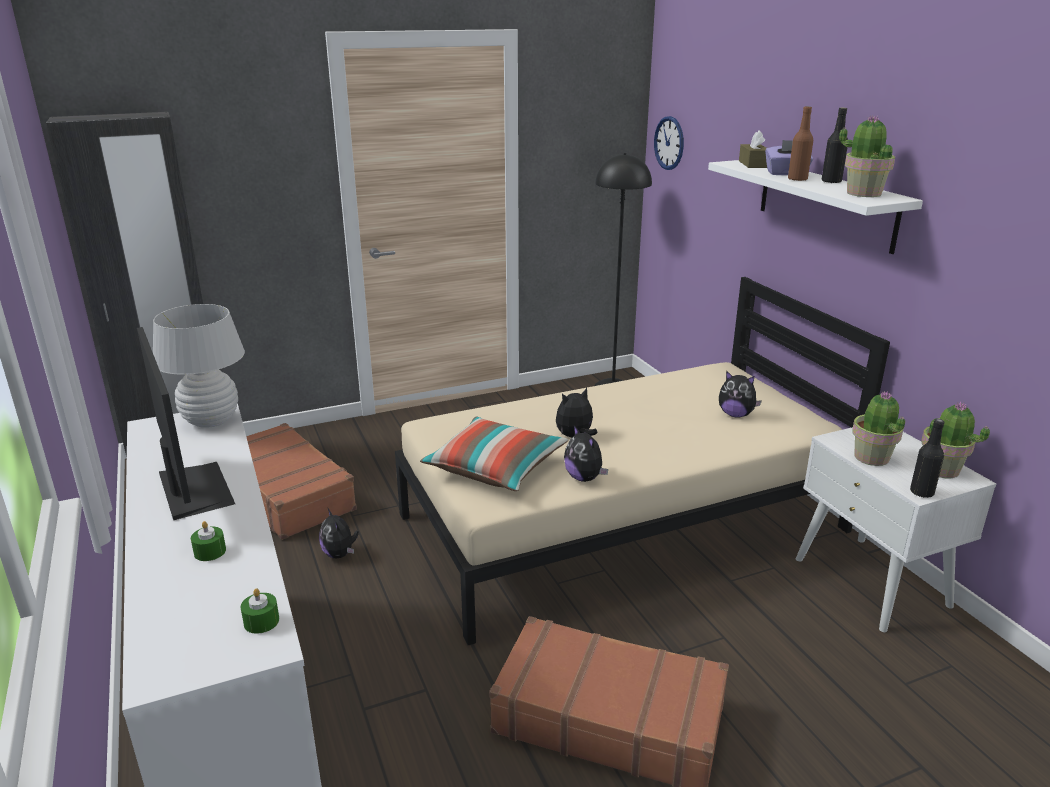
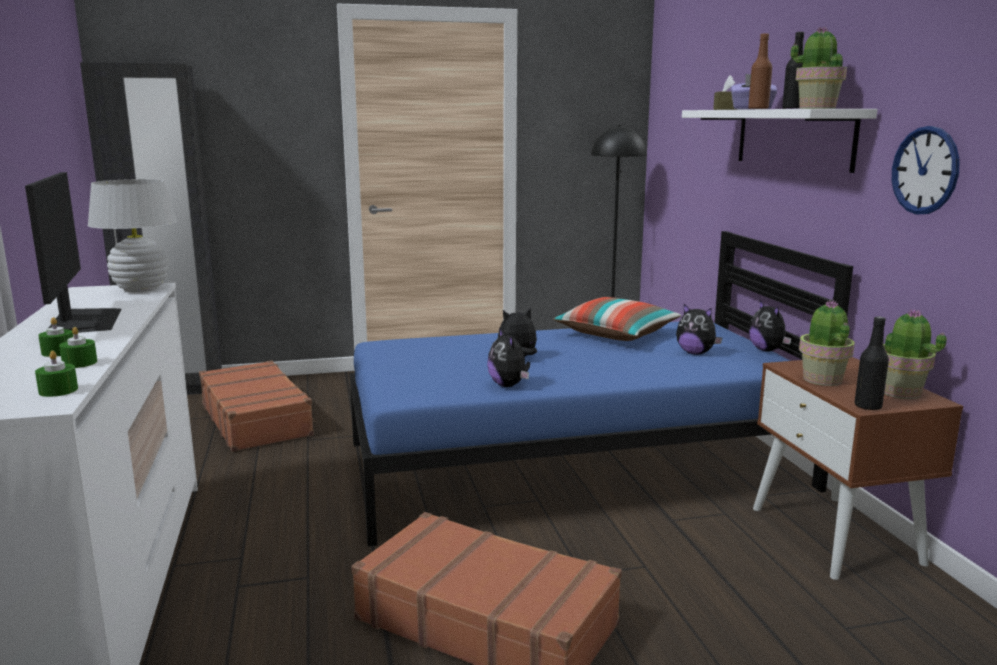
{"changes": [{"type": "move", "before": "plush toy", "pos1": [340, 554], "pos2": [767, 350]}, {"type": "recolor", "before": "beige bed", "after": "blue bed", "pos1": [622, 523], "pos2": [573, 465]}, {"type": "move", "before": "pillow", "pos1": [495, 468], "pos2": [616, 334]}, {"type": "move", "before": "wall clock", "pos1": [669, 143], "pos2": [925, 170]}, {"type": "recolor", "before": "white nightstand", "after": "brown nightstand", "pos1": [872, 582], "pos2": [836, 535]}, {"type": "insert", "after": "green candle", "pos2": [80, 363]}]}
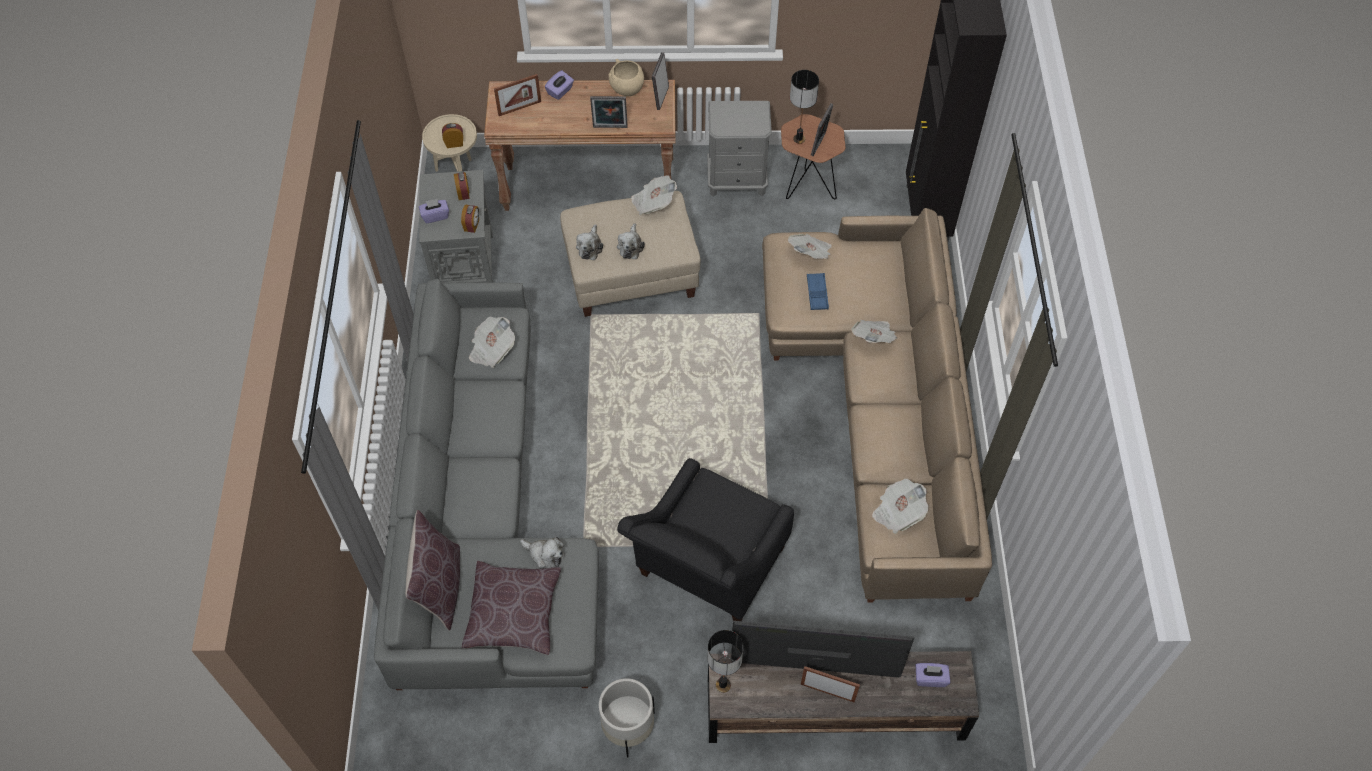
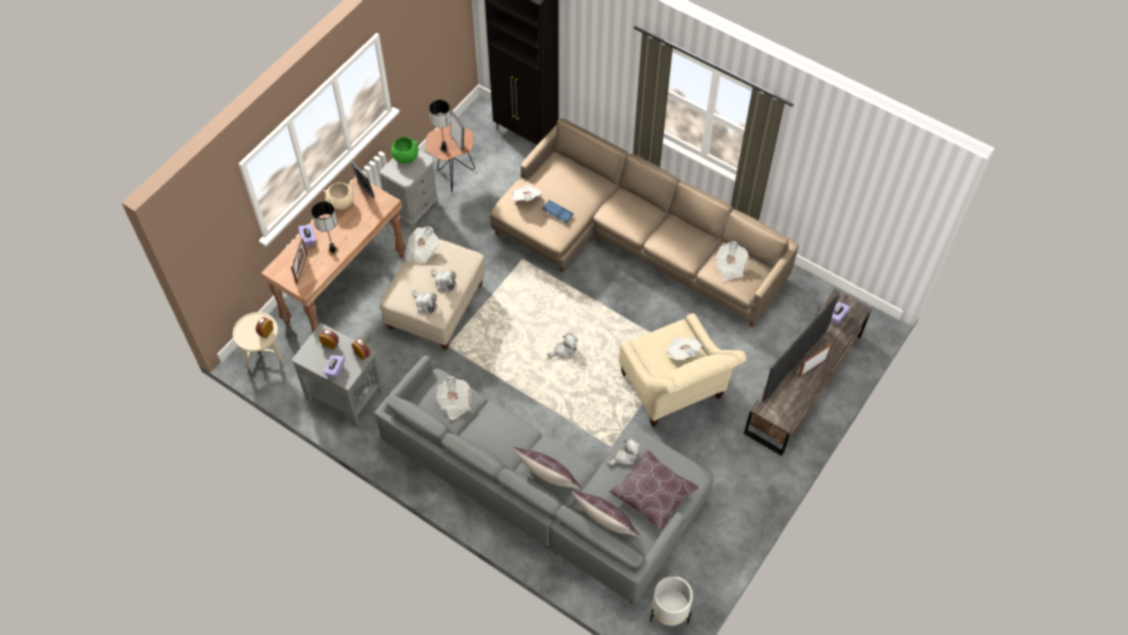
{"changes": [{"type": "delete", "before": "picture frame", "pos1": [610, 128]}, {"type": "move", "before": "white planter", "pos1": [628, 727], "pos2": [669, 612]}, {"type": "recolor", "before": "black armchair", "after": "beige armchair", "pos1": [707, 570], "pos2": [674, 391]}, {"type": "move", "before": "table lamp", "pos1": [723, 685], "pos2": [333, 250]}, {"type": "move", "before": "newspaper", "pos1": [873, 338], "pos2": [682, 352]}, {"type": "insert", "after": "green bowl", "pos2": [406, 158]}, {"type": "insert", "after": "brown pillow", "pos2": [547, 480]}, {"type": "insert", "after": "plush toy", "pos2": [564, 350]}]}
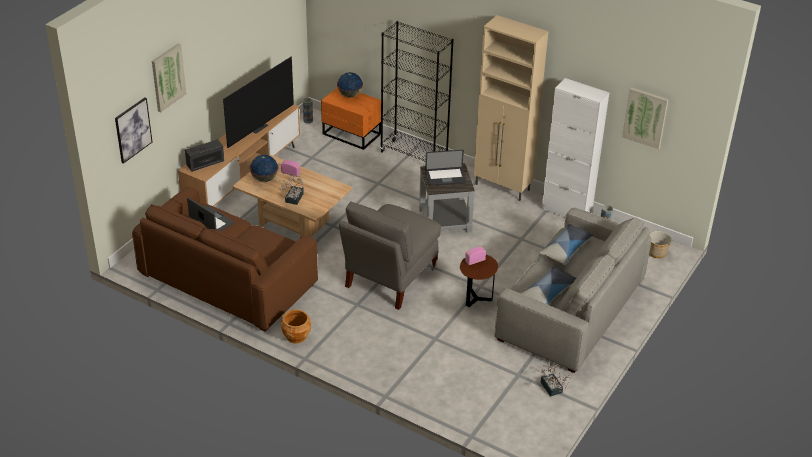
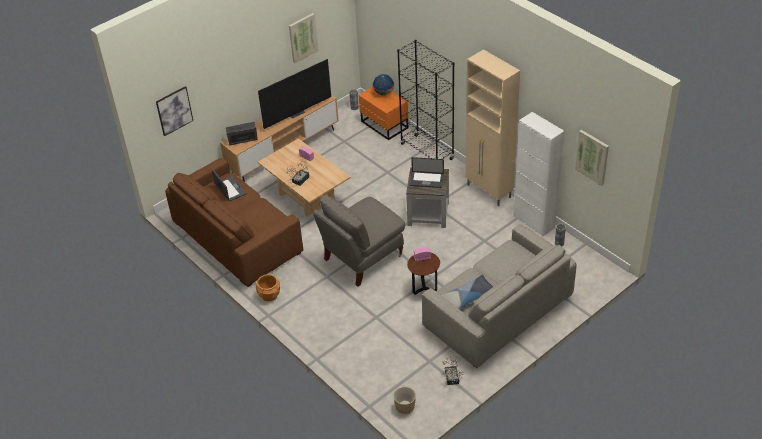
{"changes": [{"type": "move", "before": "picture", "pos1": [168, 77], "pos2": [302, 37]}, {"type": "delete", "before": "globe", "pos1": [264, 179]}, {"type": "delete", "before": "pillow", "pos1": [566, 249]}, {"type": "move", "before": "planter", "pos1": [657, 252], "pos2": [405, 406]}]}
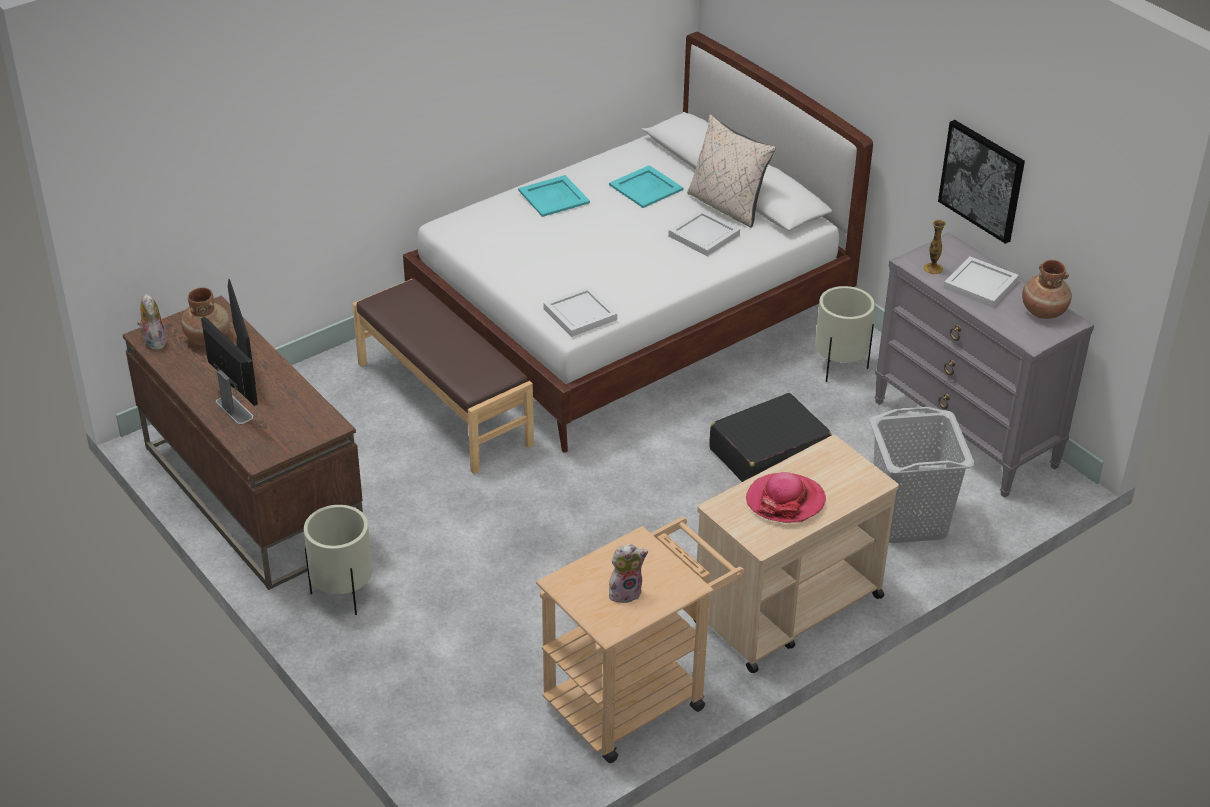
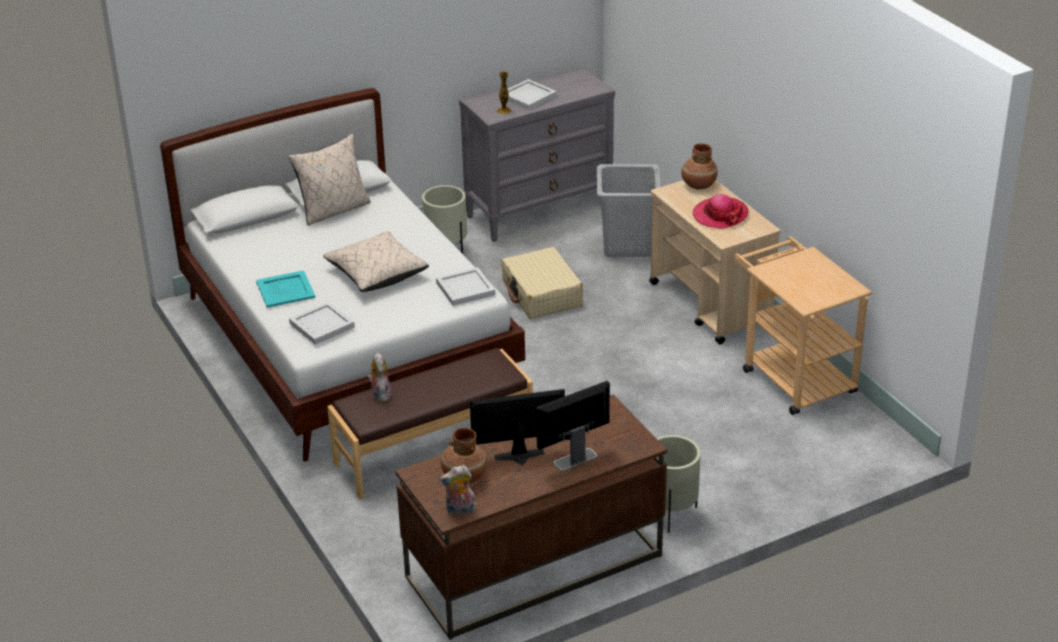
{"changes": [{"type": "delete", "before": "turquoise tray", "pos1": [646, 187]}, {"type": "move", "before": "plush toy", "pos1": [625, 592], "pos2": [380, 393]}, {"type": "move", "before": "white tray", "pos1": [702, 235], "pos2": [321, 326]}, {"type": "recolor", "before": "black suitcase", "after": "beige suitcase", "pos1": [768, 454], "pos2": [542, 294]}, {"type": "delete", "before": "picture", "pos1": [982, 180]}, {"type": "move", "before": "brown vase", "pos1": [1043, 311], "pos2": [698, 185]}, {"type": "insert", "after": "beige pillow", "pos2": [376, 274]}]}
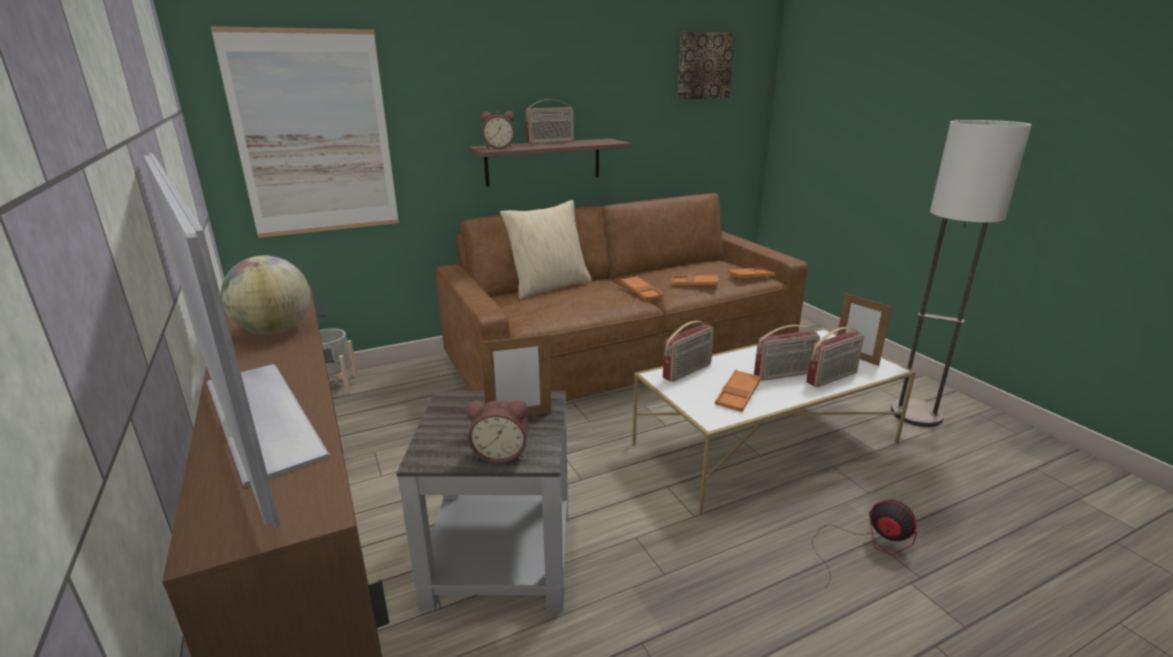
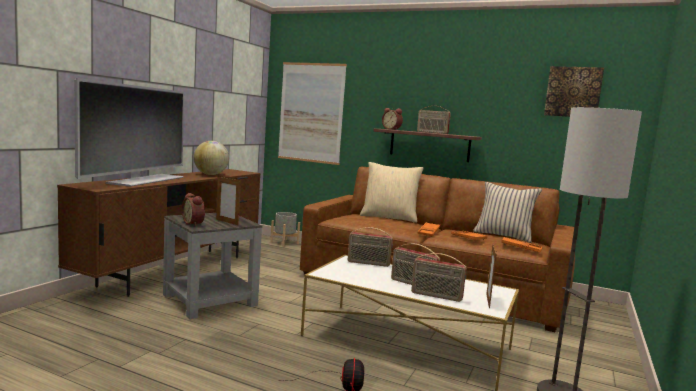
{"changes": [{"type": "delete", "before": "orange tray", "pos1": [738, 395]}, {"type": "insert", "after": "beige pillow", "pos2": [503, 236]}]}
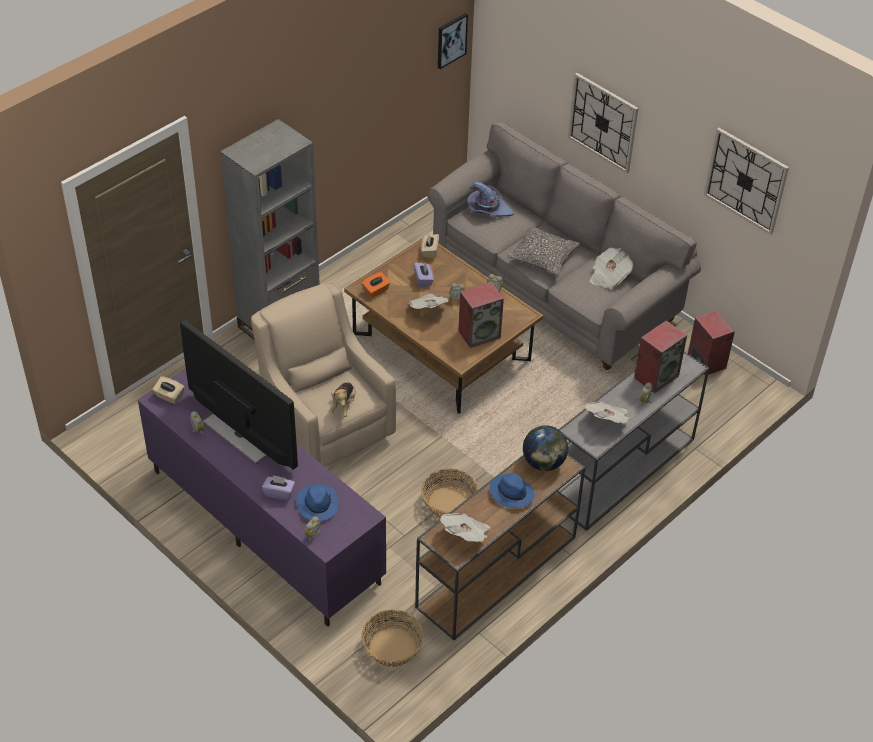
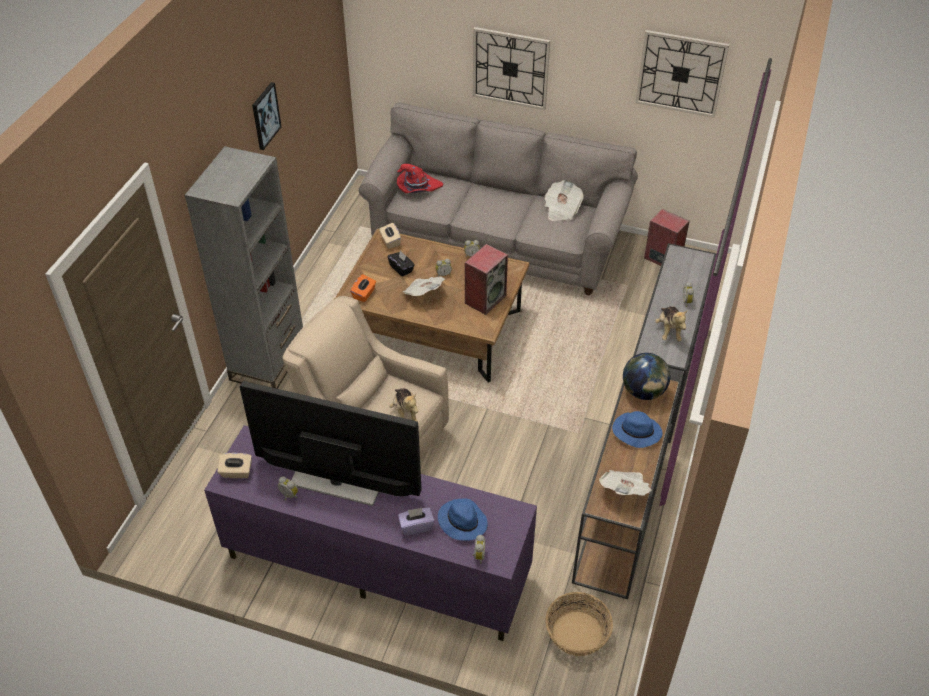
{"changes": [{"type": "recolor", "before": "purple tissue box", "after": "black tissue box", "pos1": [423, 280], "pos2": [401, 269]}, {"type": "delete", "before": "basket", "pos1": [449, 503]}, {"type": "move", "before": "picture", "pos1": [451, 40], "pos2": [265, 115]}, {"type": "recolor", "before": "purple hat", "after": "red hat", "pos1": [488, 209], "pos2": [417, 187]}, {"type": "delete", "before": "pillow", "pos1": [543, 257]}, {"type": "replace", "before": "newspaper", "after": "plush toy", "pos1": [607, 420], "pos2": [669, 330]}, {"type": "delete", "before": "speaker", "pos1": [656, 376]}]}
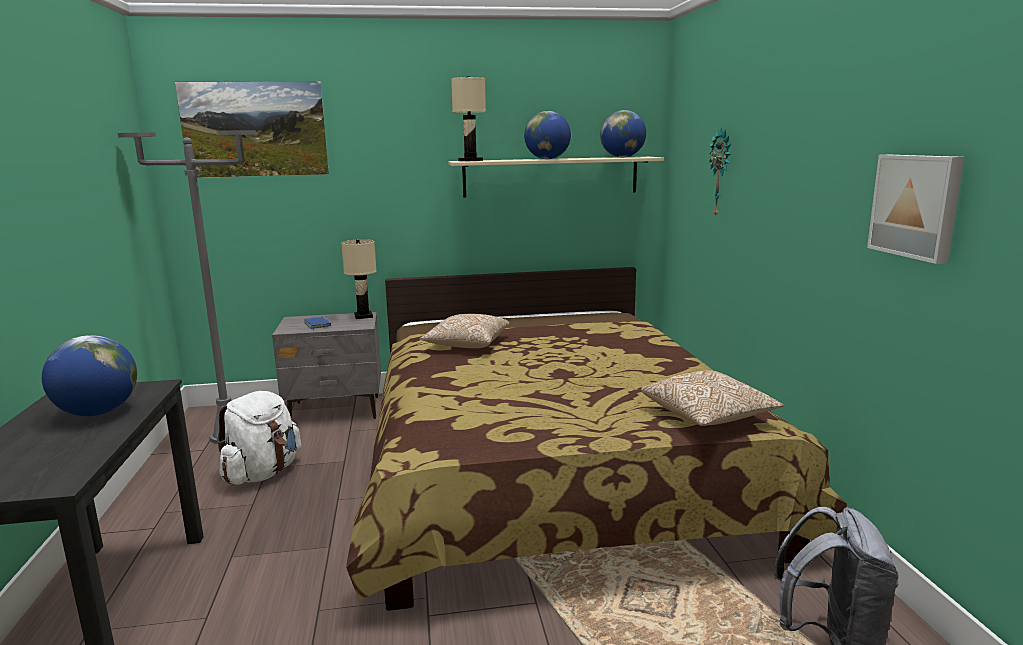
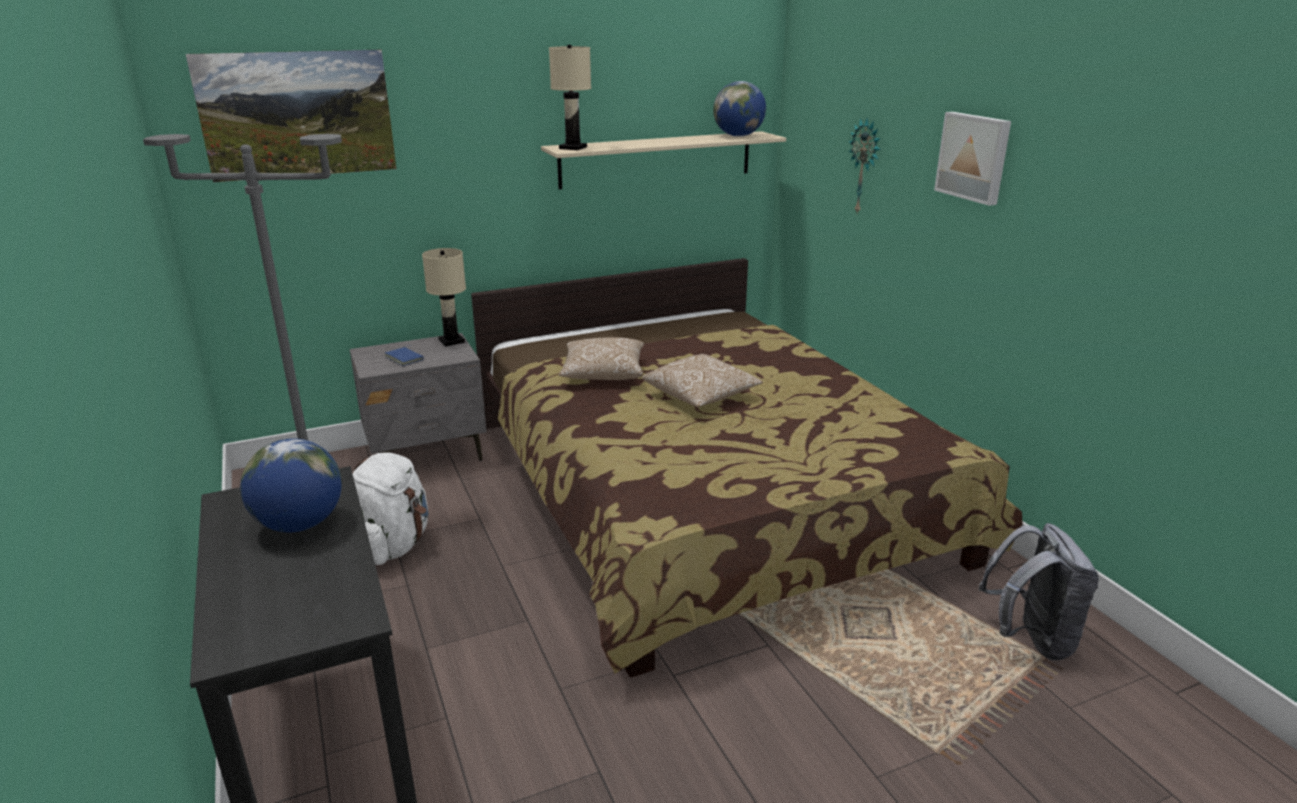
{"changes": [{"type": "delete", "before": "globe", "pos1": [547, 159]}, {"type": "move", "before": "pillow", "pos1": [707, 416], "pos2": [701, 396]}, {"type": "move", "before": "picture", "pos1": [917, 206], "pos2": [974, 157]}]}
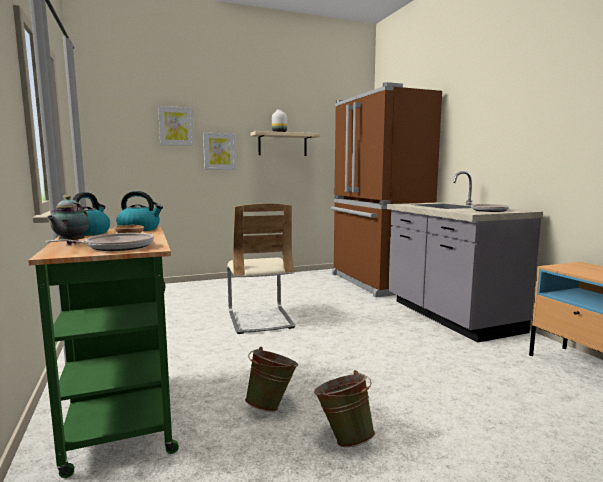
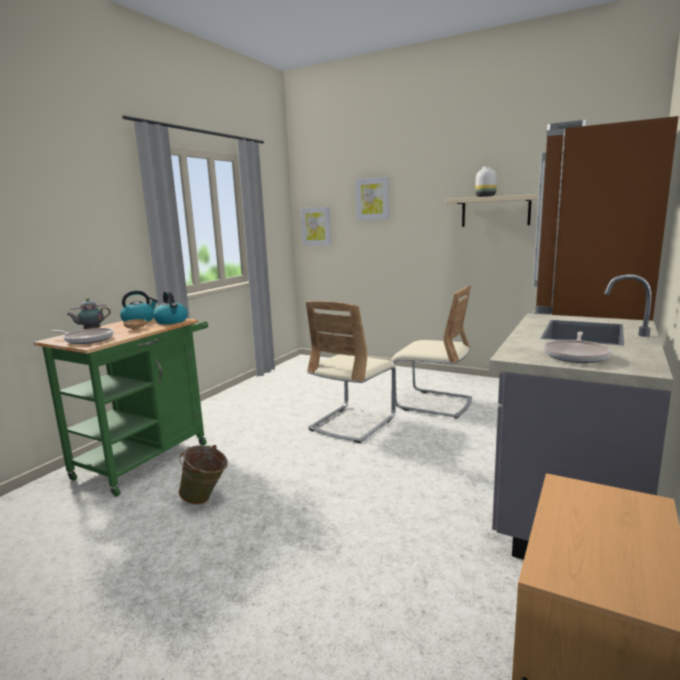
{"changes": [{"type": "move", "before": "picture", "pos1": [219, 151], "pos2": [316, 226]}, {"type": "delete", "before": "green bucket", "pos1": [344, 438]}, {"type": "insert", "after": "beige chair", "pos2": [433, 403]}]}
